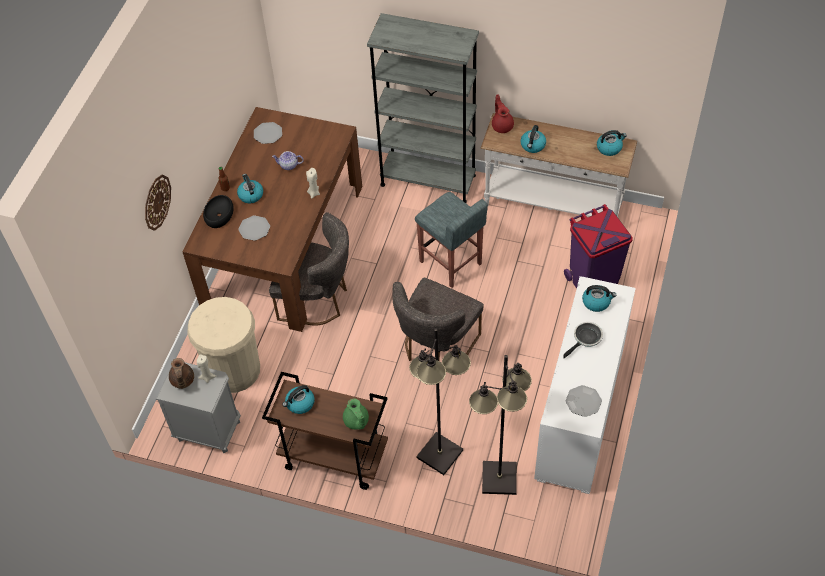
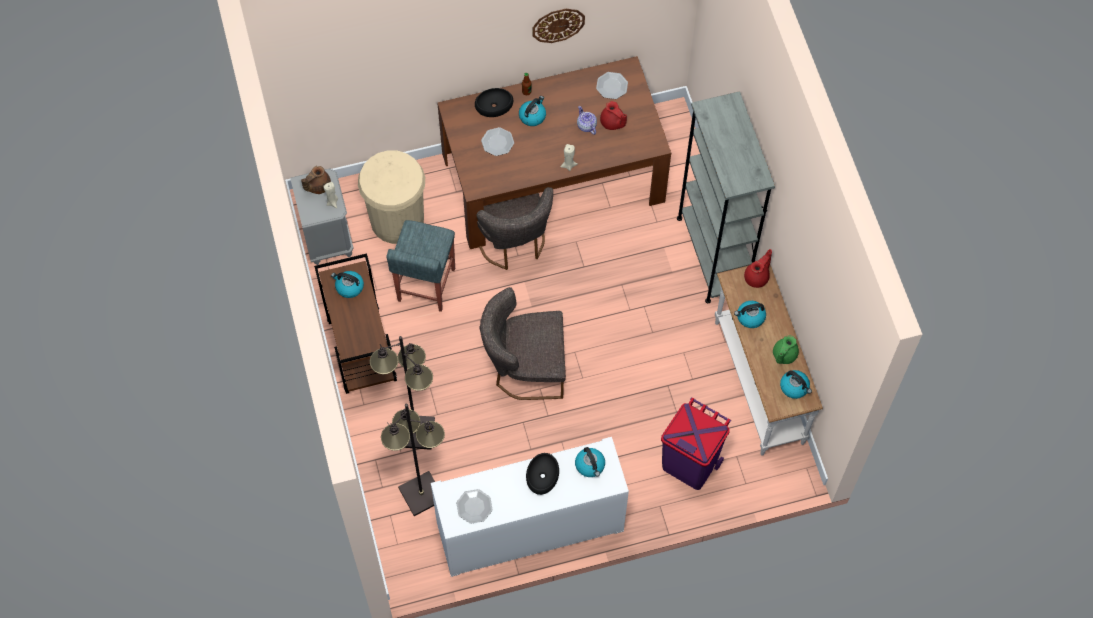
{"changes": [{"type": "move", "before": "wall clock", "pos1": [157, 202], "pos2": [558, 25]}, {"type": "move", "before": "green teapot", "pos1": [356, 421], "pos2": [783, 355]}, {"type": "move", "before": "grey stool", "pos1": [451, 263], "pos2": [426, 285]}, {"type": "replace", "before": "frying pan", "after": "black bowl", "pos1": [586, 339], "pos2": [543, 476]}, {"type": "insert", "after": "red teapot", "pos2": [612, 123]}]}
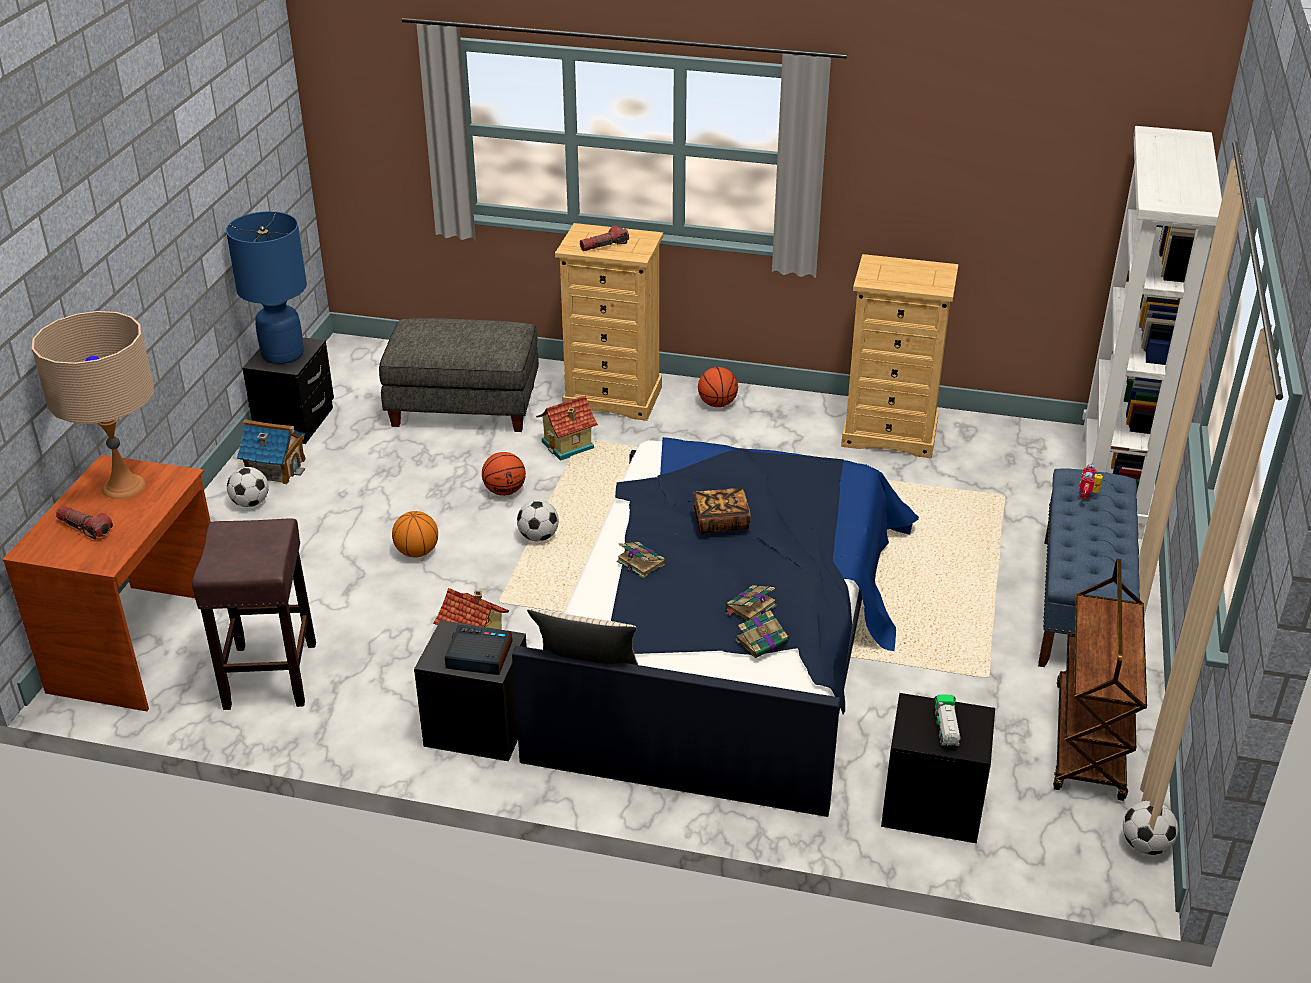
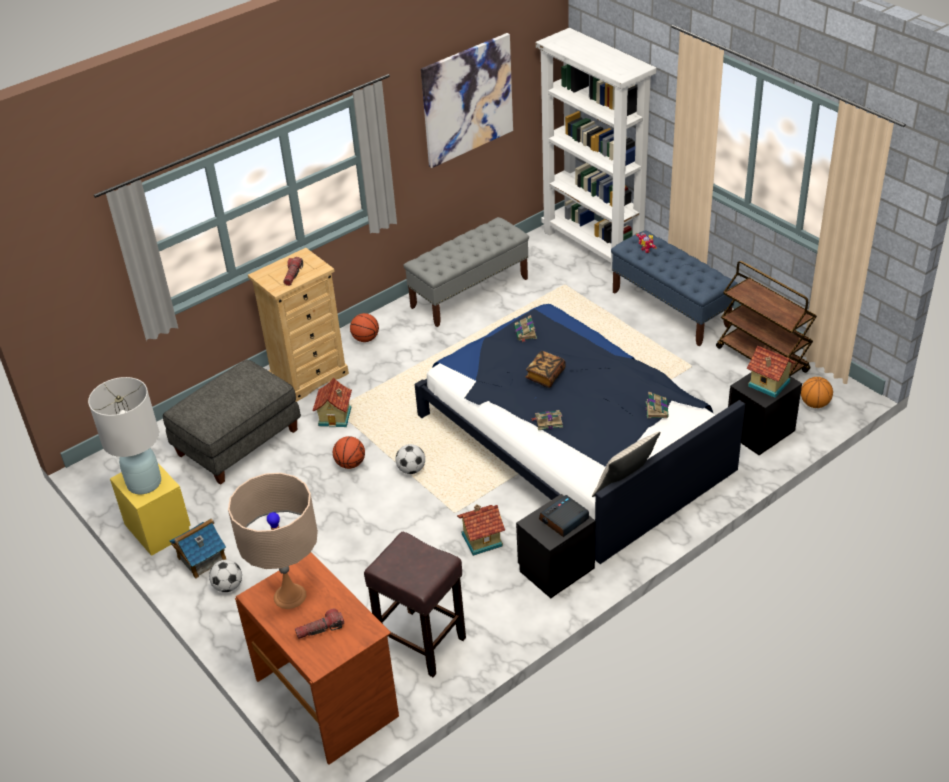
{"changes": [{"type": "recolor", "before": "blue table lamp", "after": "white table lamp", "pos1": [283, 354], "pos2": [144, 483]}, {"type": "recolor", "before": "black nightstand", "after": "yellow nightstand", "pos1": [297, 423], "pos2": [159, 528]}, {"type": "move", "before": "basketball", "pos1": [417, 552], "pos2": [814, 404]}, {"type": "move", "before": "book", "pos1": [750, 608], "pos2": [525, 333]}, {"type": "replace", "before": "beige dresser", "after": "grey bench", "pos1": [890, 434], "pos2": [470, 292]}, {"type": "replace", "before": "toy truck", "after": "toy house", "pos1": [946, 729], "pos2": [768, 384]}, {"type": "delete", "before": "football", "pos1": [1145, 845]}, {"type": "insert", "after": "picture", "pos2": [467, 100]}]}
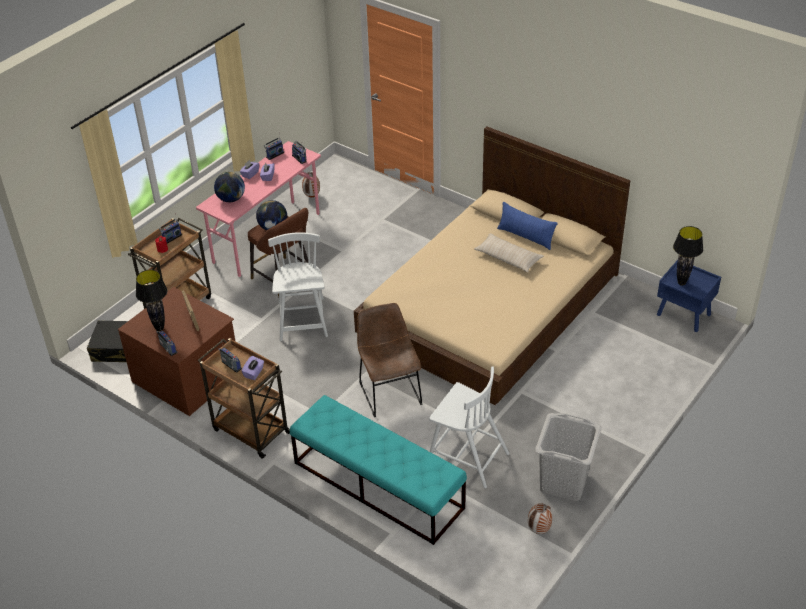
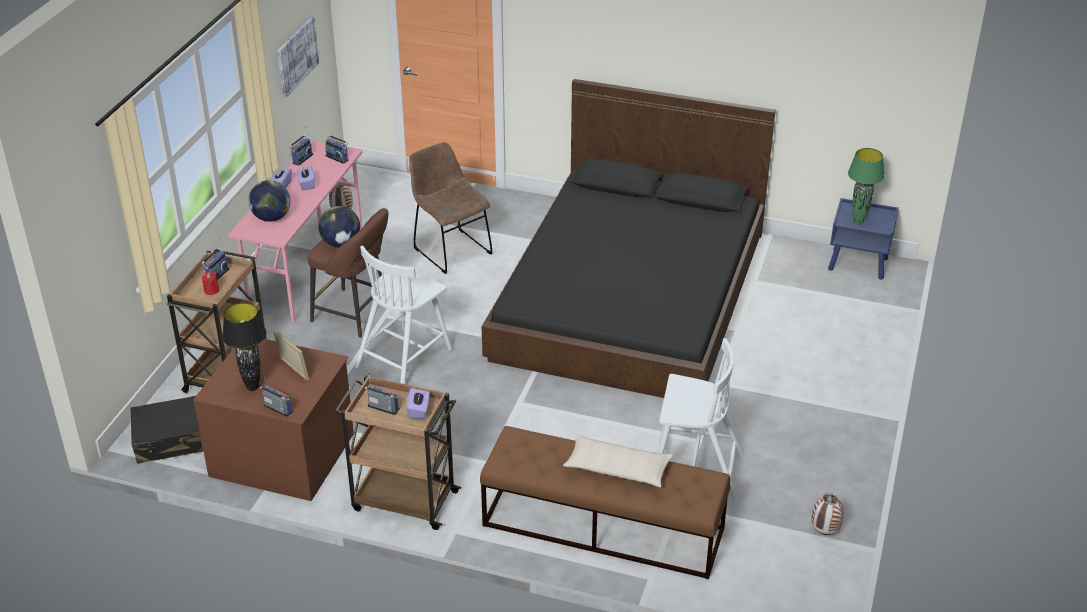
{"changes": [{"type": "rotate", "before": "white chair", "pos1": [302, 320], "pos2": [404, 357], "turn": -120}, {"type": "recolor", "before": "turquoise bench", "after": "brown bench", "pos1": [377, 485], "pos2": [602, 527]}, {"type": "recolor", "before": "beige bed", "after": "black bed", "pos1": [490, 304], "pos2": [631, 294]}, {"type": "move", "before": "brown chair", "pos1": [389, 391], "pos2": [450, 249]}, {"type": "move", "before": "beige pillow", "pos1": [508, 258], "pos2": [617, 469]}, {"type": "delete", "before": "blue pillow", "pos1": [525, 236]}, {"type": "delete", "before": "grey laundry basket", "pos1": [563, 482]}, {"type": "recolor", "before": "black table lamp", "after": "green table lamp", "pos1": [682, 283], "pos2": [858, 222]}, {"type": "insert", "after": "picture", "pos2": [297, 56]}]}
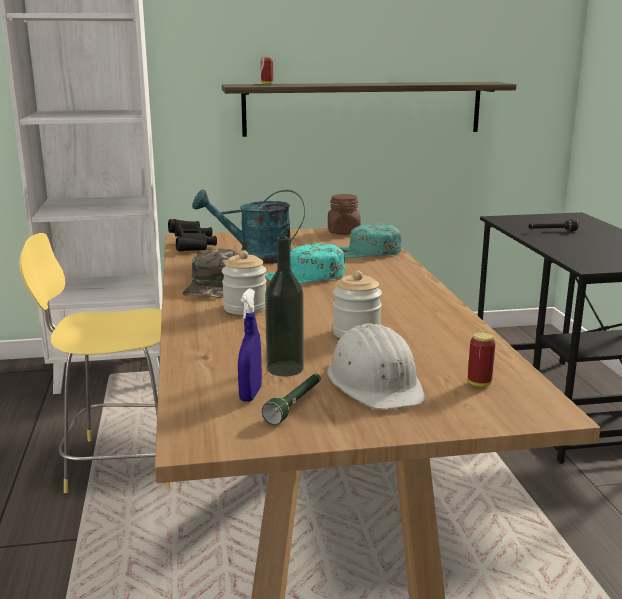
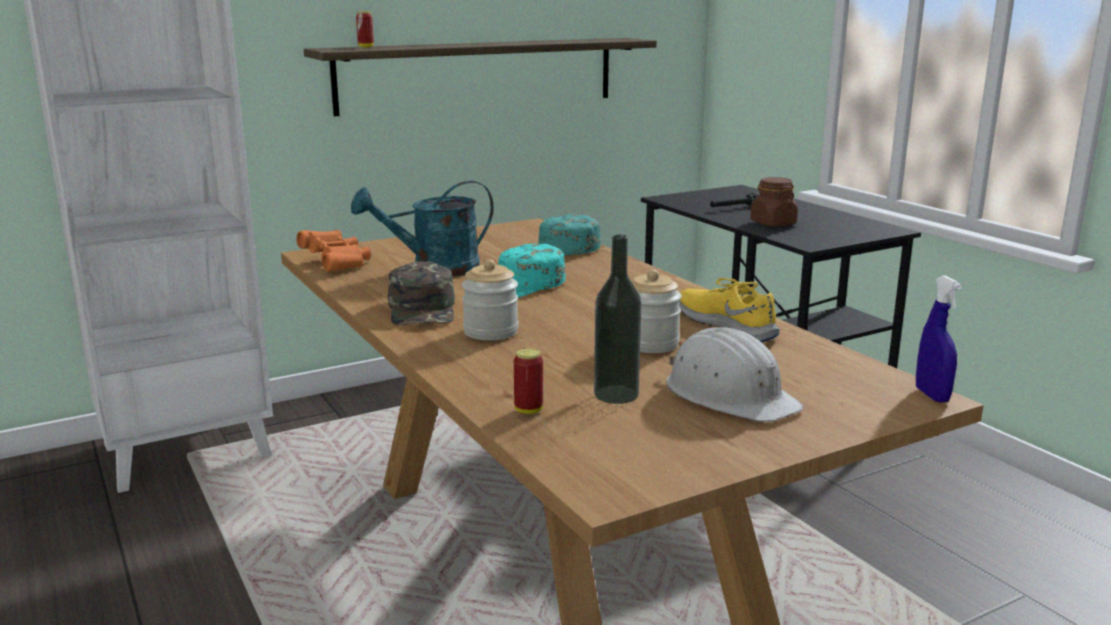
{"changes": [{"type": "delete", "before": "yellow stool", "pos1": [121, 463]}, {"type": "recolor", "before": "black binoculars", "after": "orange binoculars", "pos1": [192, 246], "pos2": [337, 264]}, {"type": "move", "before": "blue spray bottle", "pos1": [250, 394], "pos2": [932, 395]}, {"type": "delete", "before": "green flashlight", "pos1": [295, 405]}, {"type": "move", "before": "brown jar", "pos1": [343, 232], "pos2": [773, 223]}, {"type": "move", "before": "can", "pos1": [479, 383], "pos2": [528, 410]}, {"type": "insert", "after": "yellow shoe", "pos2": [727, 324]}]}
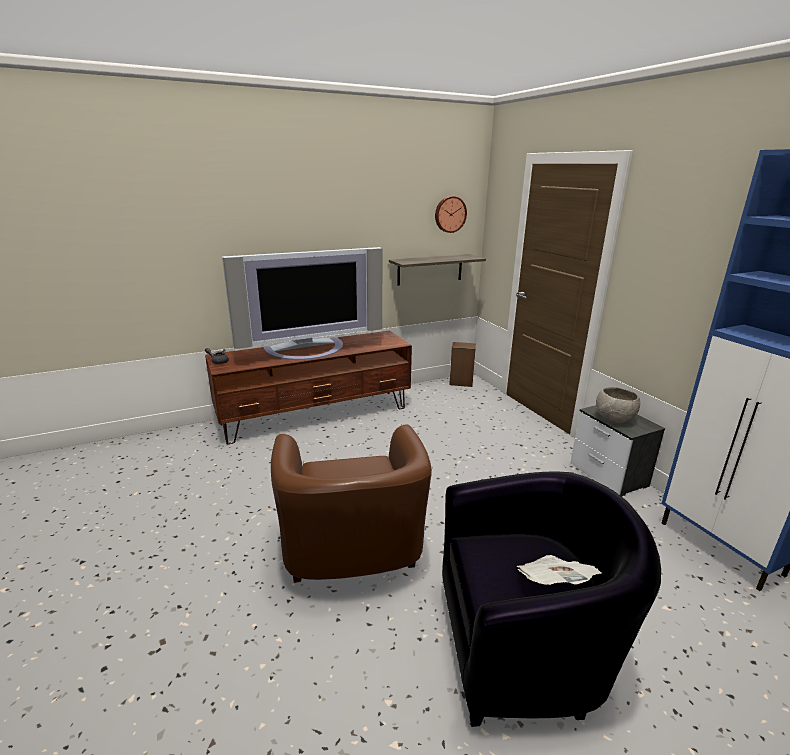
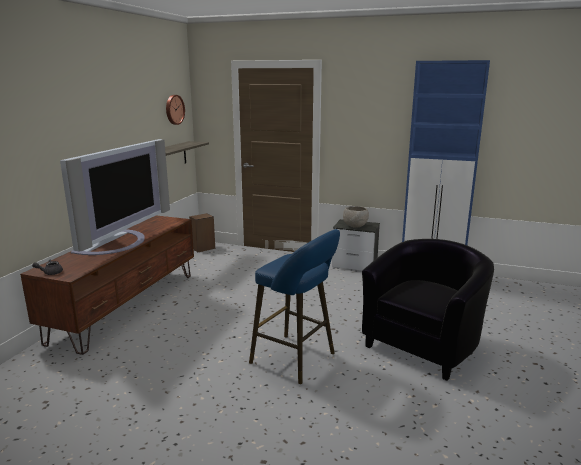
{"changes": [{"type": "replace", "before": "brown armchair", "after": "blue stool", "pos1": [352, 556], "pos2": [296, 359]}, {"type": "delete", "before": "newspaper", "pos1": [553, 585]}]}
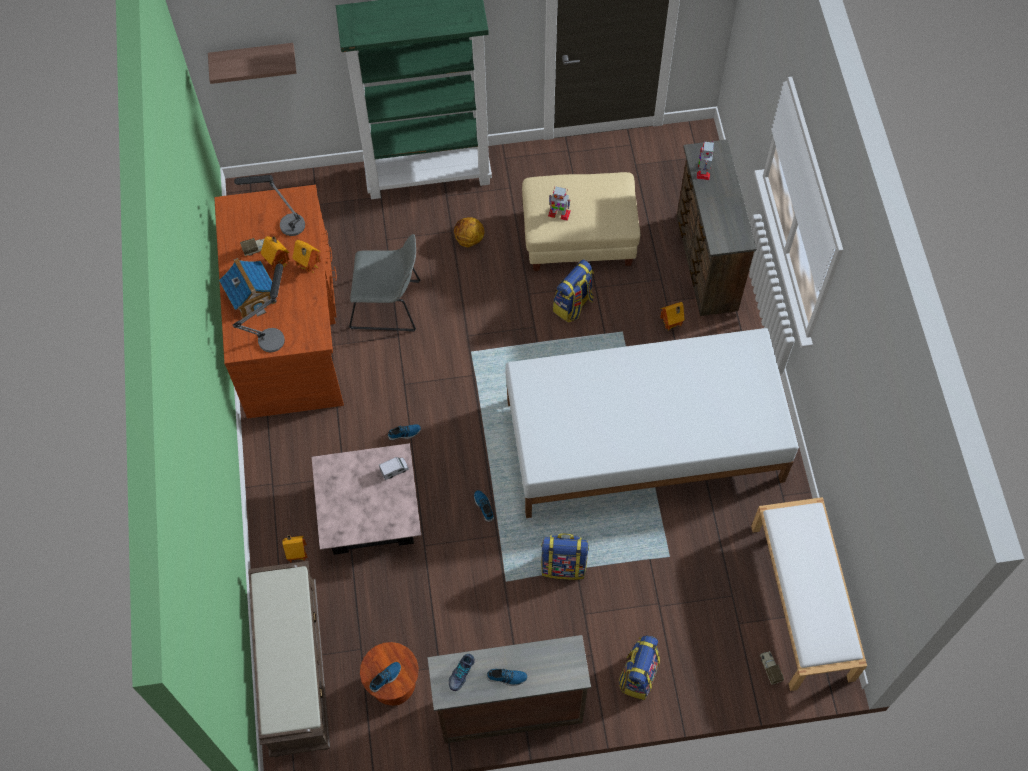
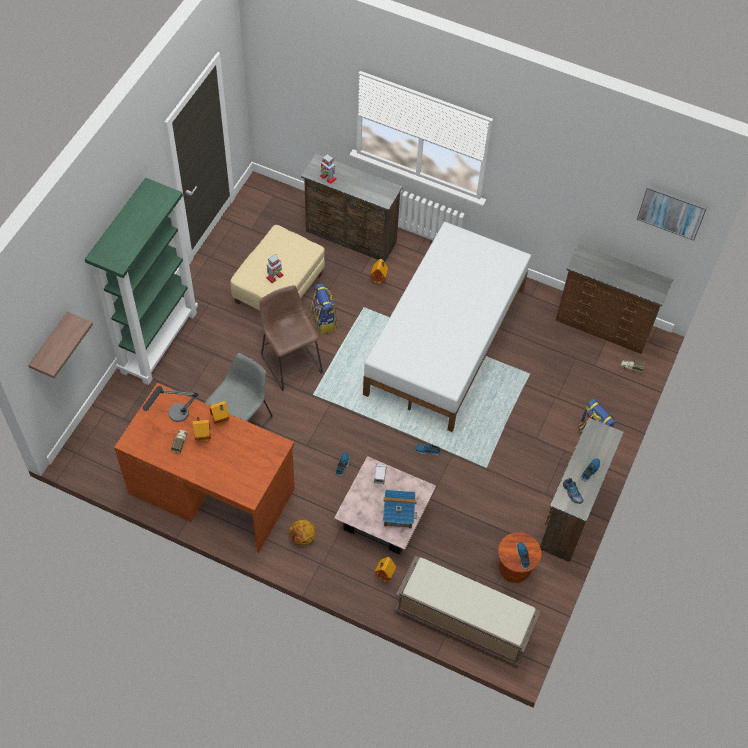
{"changes": [{"type": "move", "before": "toy house", "pos1": [252, 296], "pos2": [398, 514]}, {"type": "delete", "before": "table lamp", "pos1": [274, 333]}, {"type": "move", "before": "basketball", "pos1": [469, 240], "pos2": [302, 538]}, {"type": "delete", "before": "backpack", "pos1": [564, 565]}, {"type": "replace", "before": "white bench", "after": "brown dresser", "pos1": [802, 602], "pos2": [602, 327]}, {"type": "insert", "after": "brown stool", "pos2": [290, 361]}, {"type": "insert", "after": "picture", "pos2": [671, 211]}]}
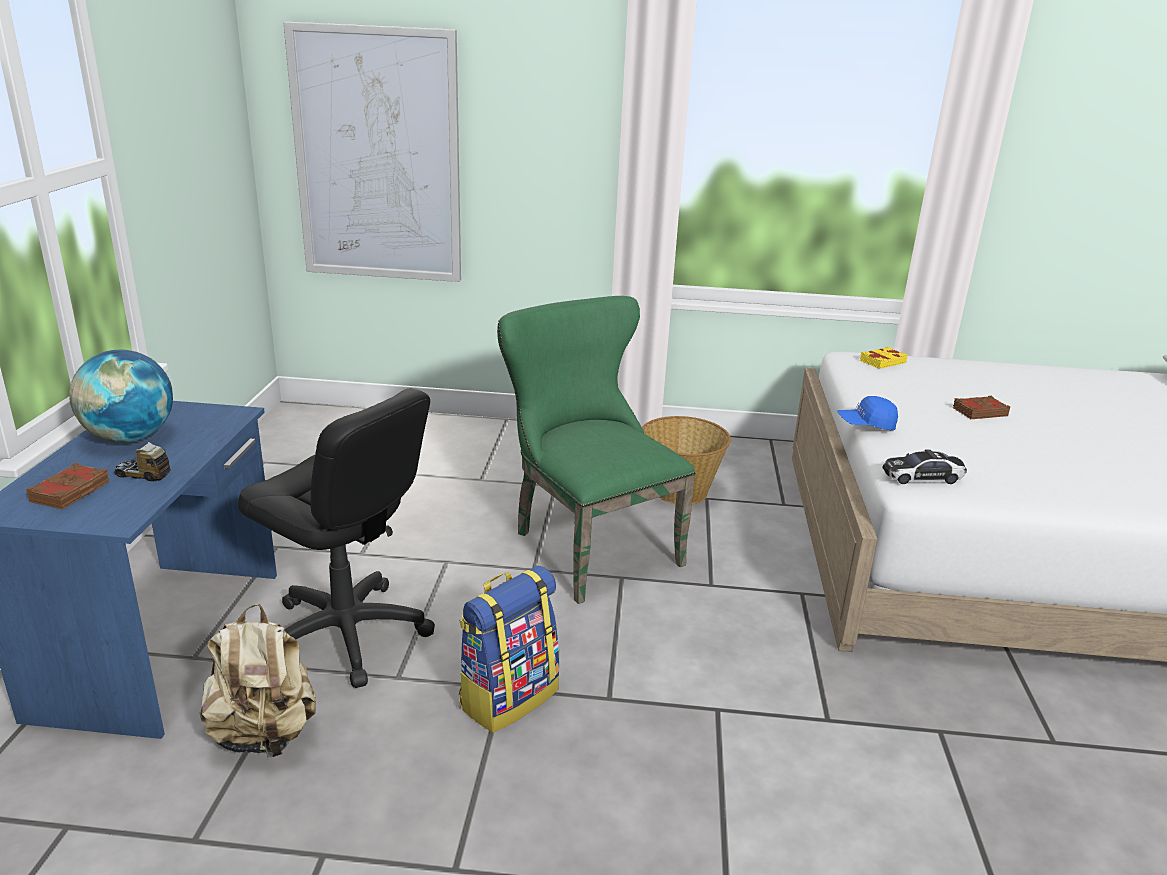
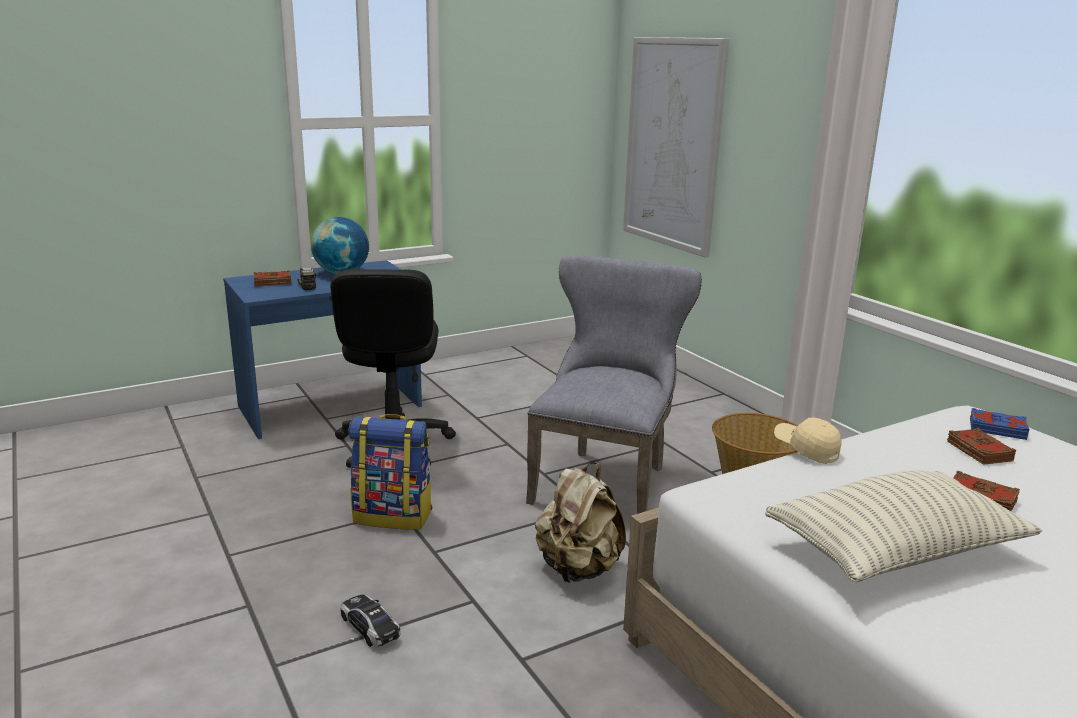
{"changes": [{"type": "move", "before": "beige backpack", "pos1": [264, 735], "pos2": [578, 569]}, {"type": "recolor", "before": "green chair", "after": "grey chair", "pos1": [587, 545], "pos2": [605, 481]}, {"type": "recolor", "before": "blue cap", "after": "beige cap", "pos1": [866, 425], "pos2": [806, 449]}, {"type": "recolor", "before": "yellow book", "after": "blue book", "pos1": [882, 361], "pos2": [997, 429]}, {"type": "move", "before": "toy car", "pos1": [922, 477], "pos2": [370, 627]}, {"type": "insert", "after": "pillow", "pos2": [895, 551]}, {"type": "insert", "after": "brown book", "pos2": [978, 451]}]}
